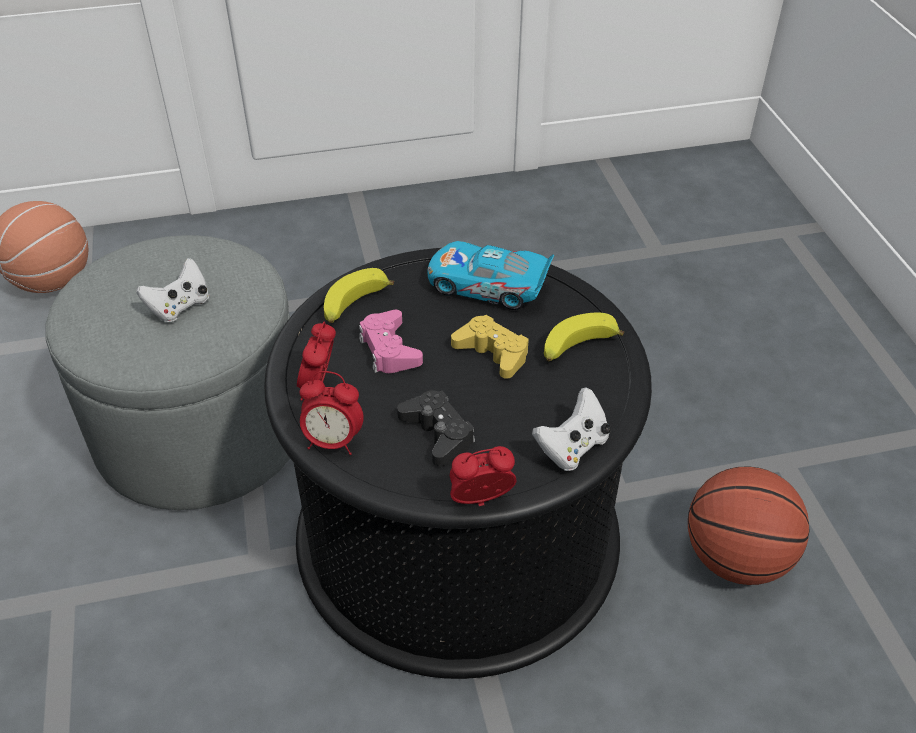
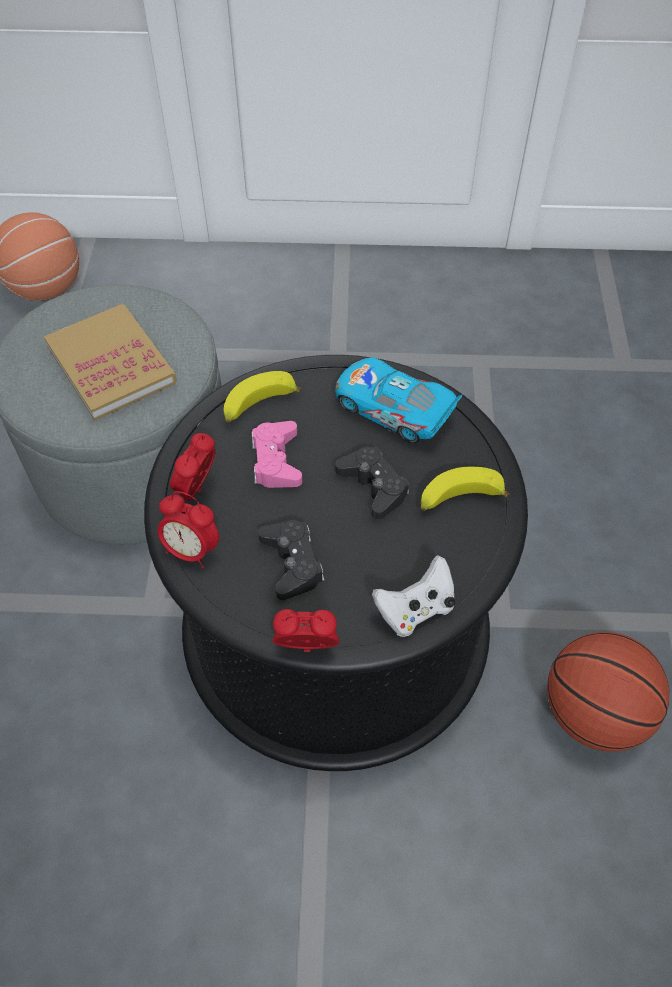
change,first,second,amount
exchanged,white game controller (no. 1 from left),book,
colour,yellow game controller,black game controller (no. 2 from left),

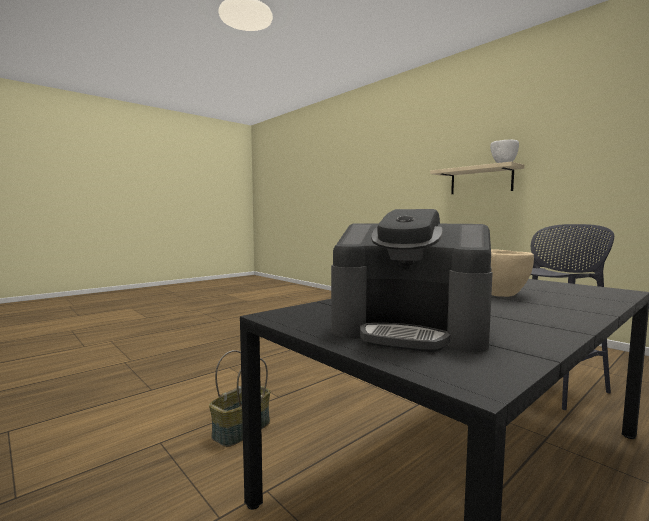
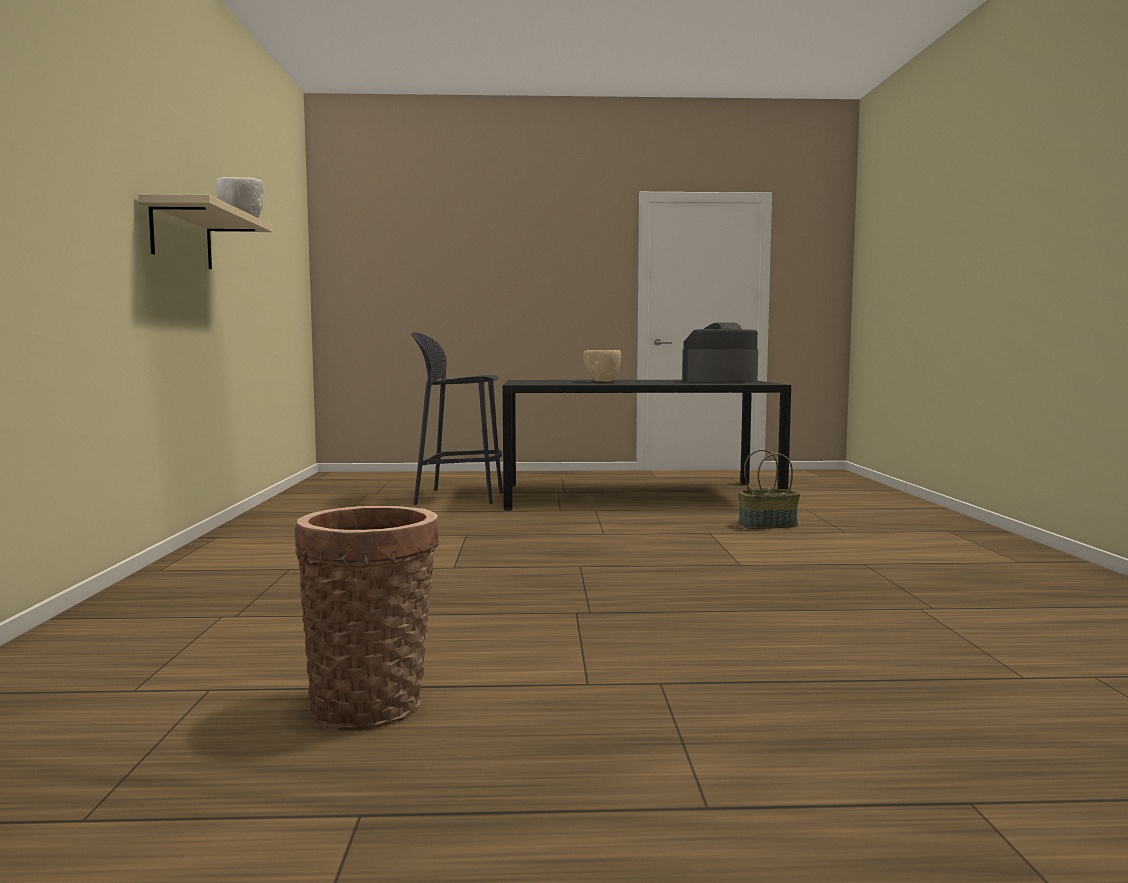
change,first,second,amount
spun,coffee machine,,75 degrees counterclockwise
appeared,,basket (no. 1 from left),

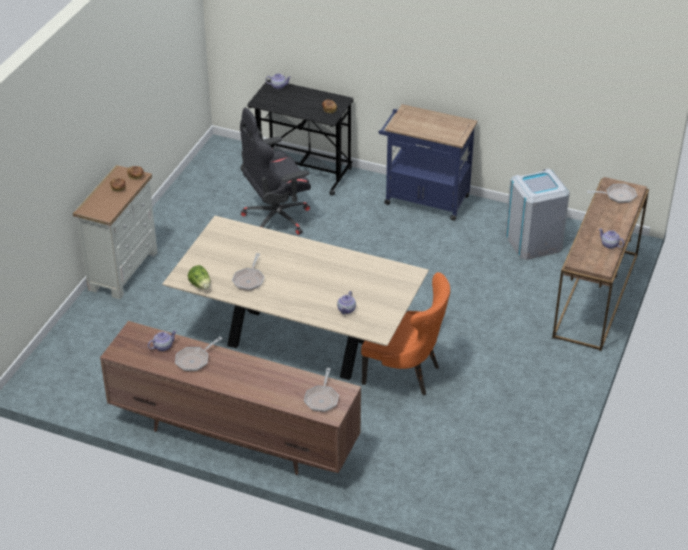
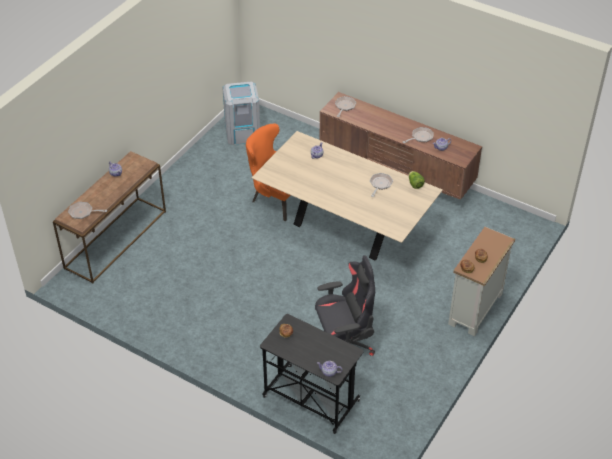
change,first,second,amount
missing,blue cart,,
relocated,grey trash can,,

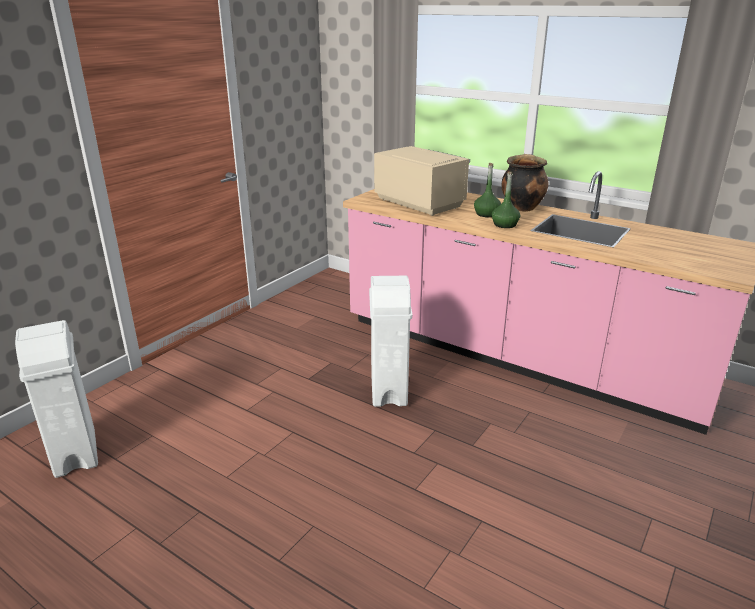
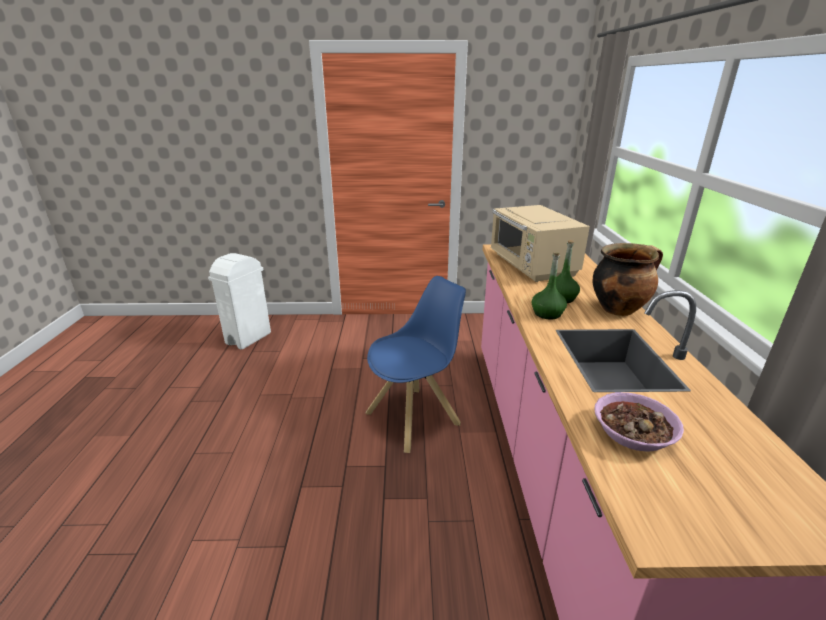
change,first,second,amount
exchanged,white trash can (no. 2 from left),blue chair,
spun,beige microwave,,150 degrees clockwise
appeared,,bowl,

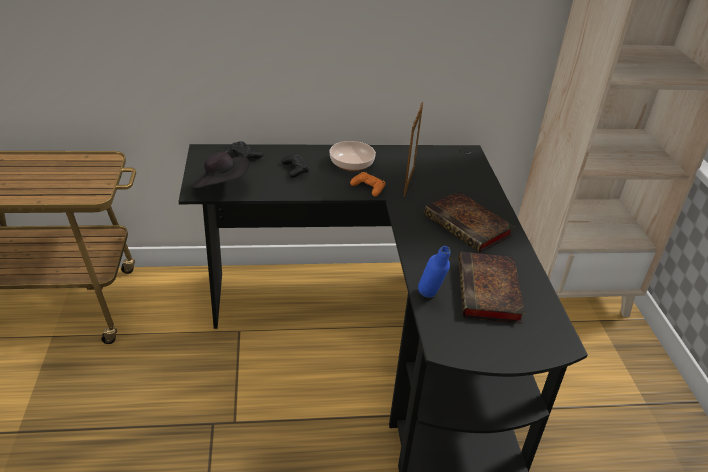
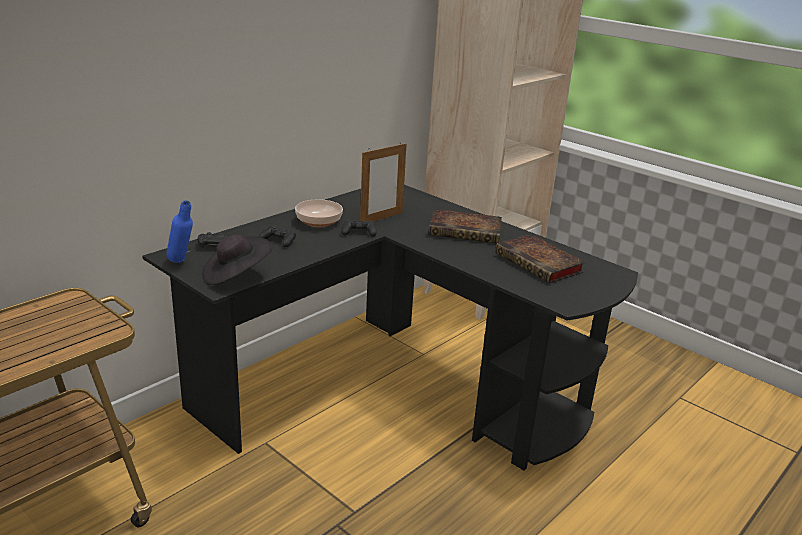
change,first,second,amount
colour,orange game controller,black game controller (no. 3 from left),
spun,picture frame,,75 degrees clockwise
relocated,blue bottle,,

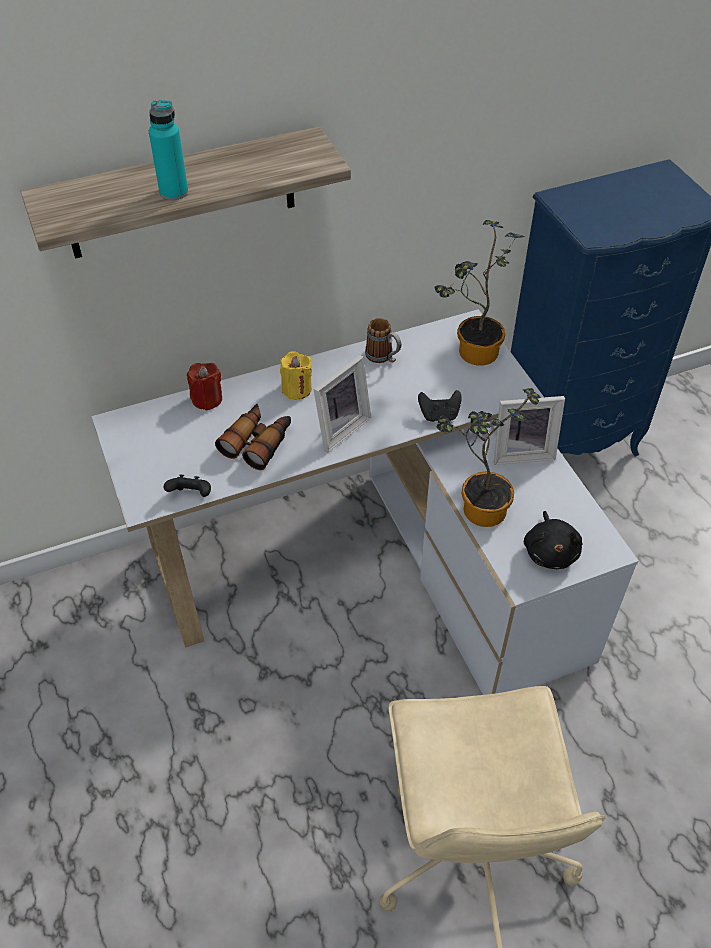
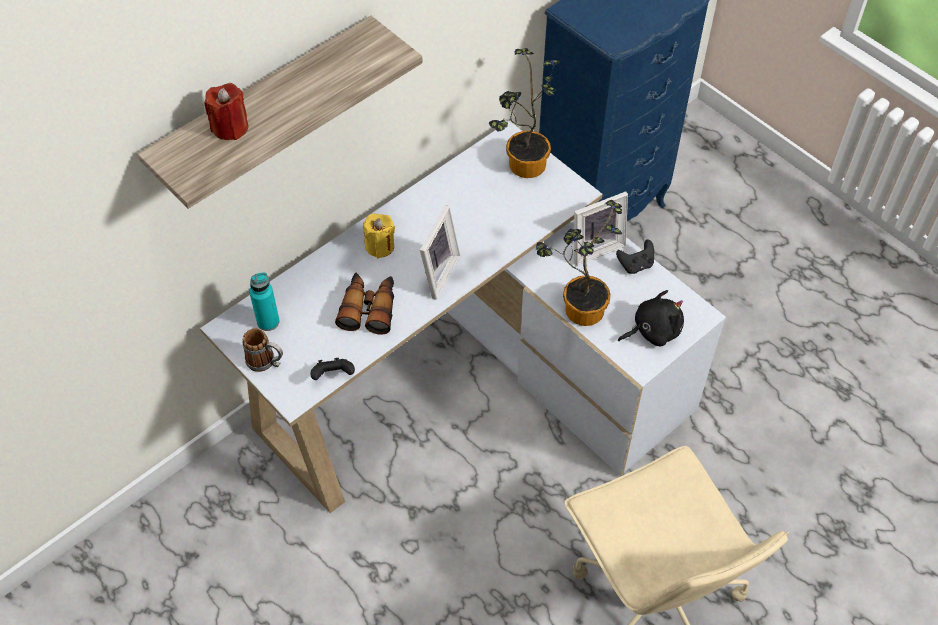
change,first,second,amount
relocated,turquoise bottle,,
relocated,red candle,,
relocated,mug,,
relocated,black game controller (no. 2 from left),,
spun,black plush toy,,90 degrees counterclockwise

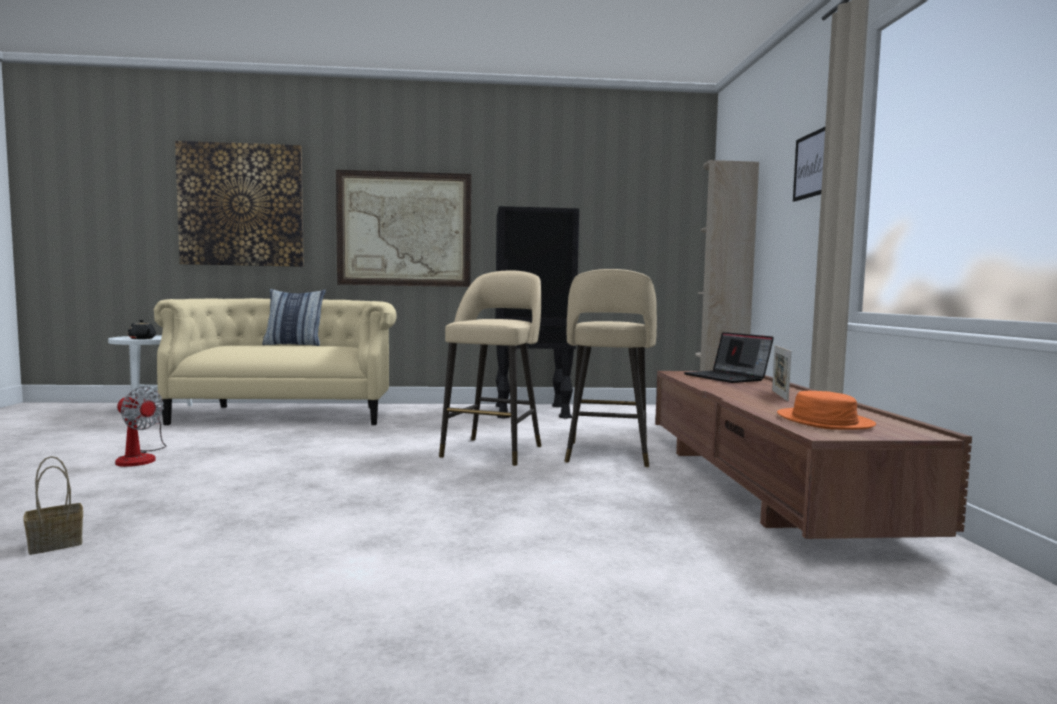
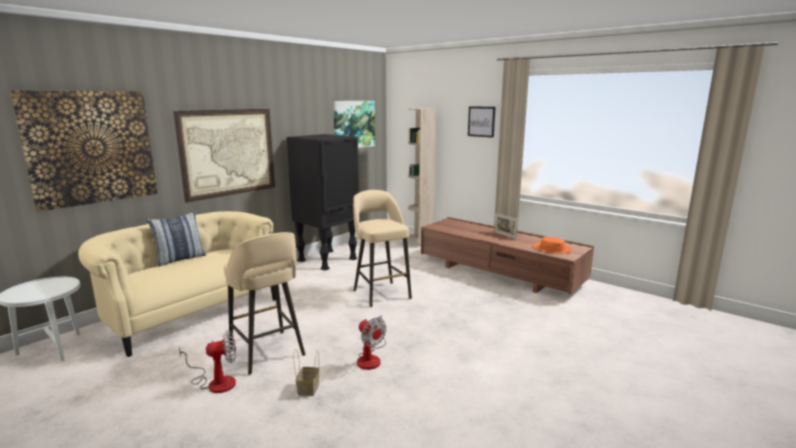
change,first,second,amount
relocated,basket,,
missing,black teapot,,
relocated,beige stool (no. 2 from left in the first image),beige stool (no. 1 from left),
missing,laptop,,
appeared,,picture (no. 3 from left),
appeared,,fan (no. 2 from left),

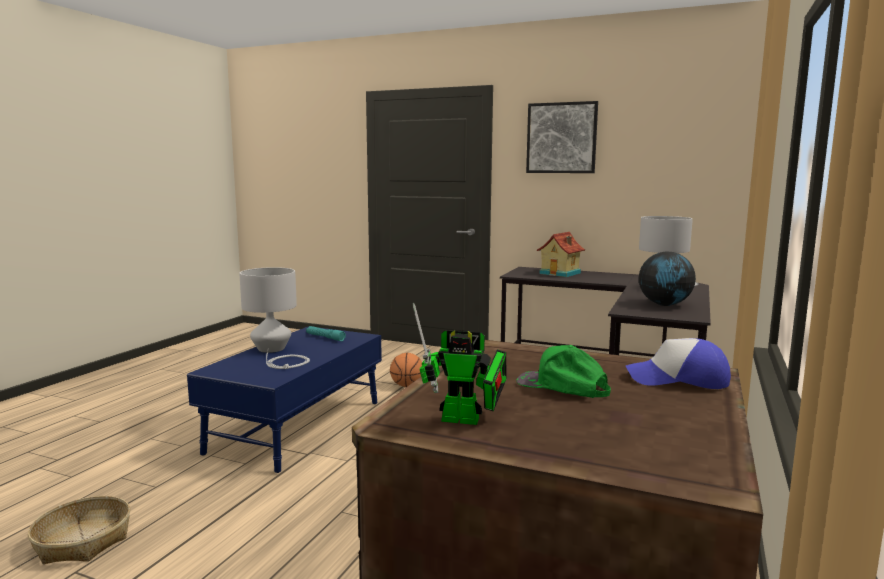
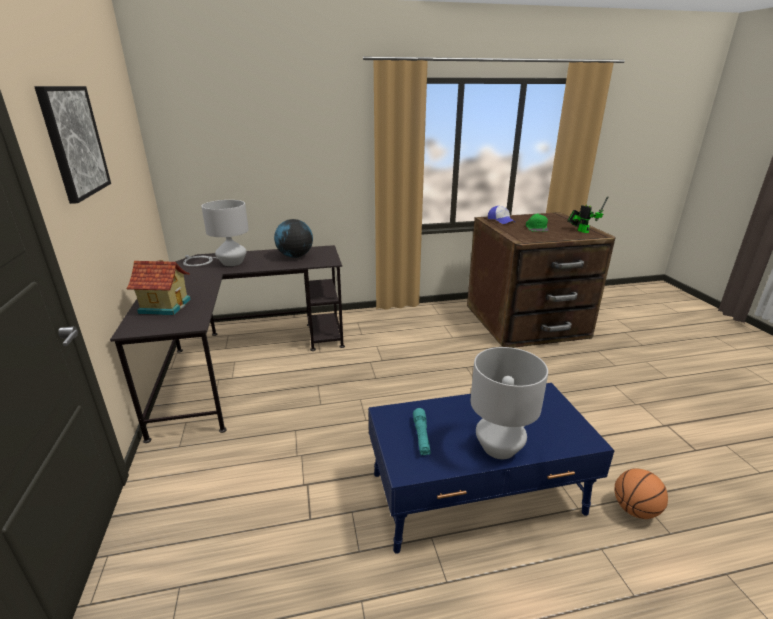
change,first,second,amount
missing,basket,,
relocated,basketball,,

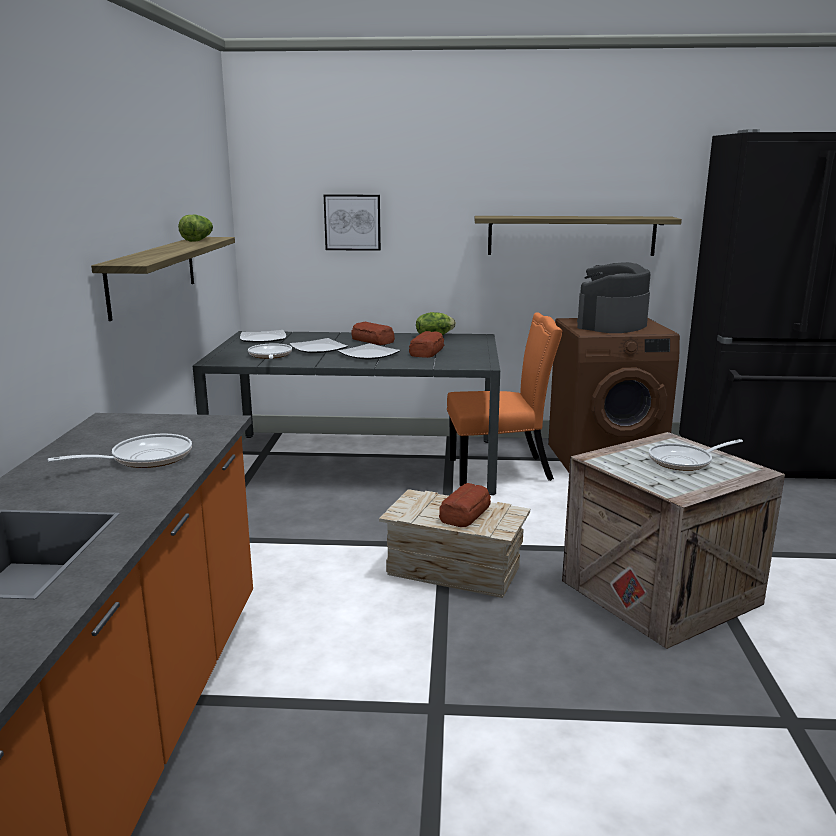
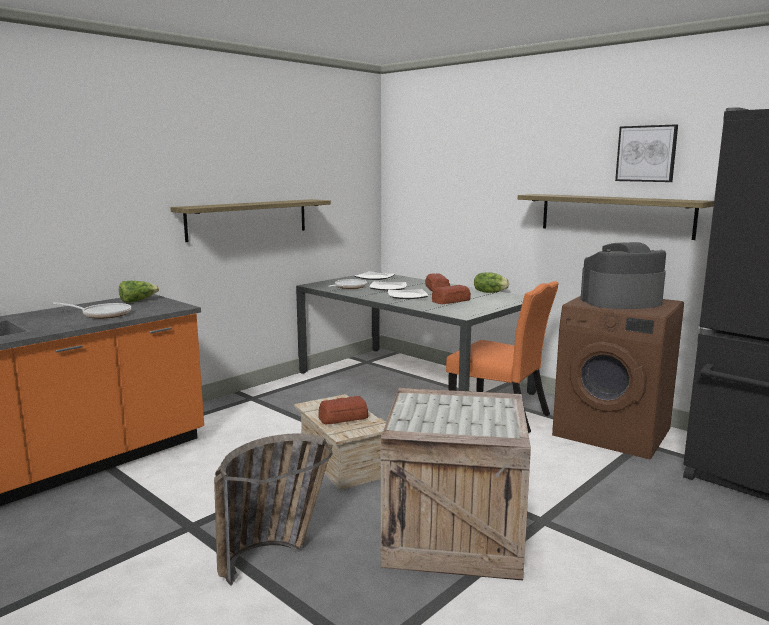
change,first,second,amount
relocated,lettuce (no. 1 from left),,
relocated,picture,,
missing,frying pan (no. 3 from left),,
appeared,,basket,

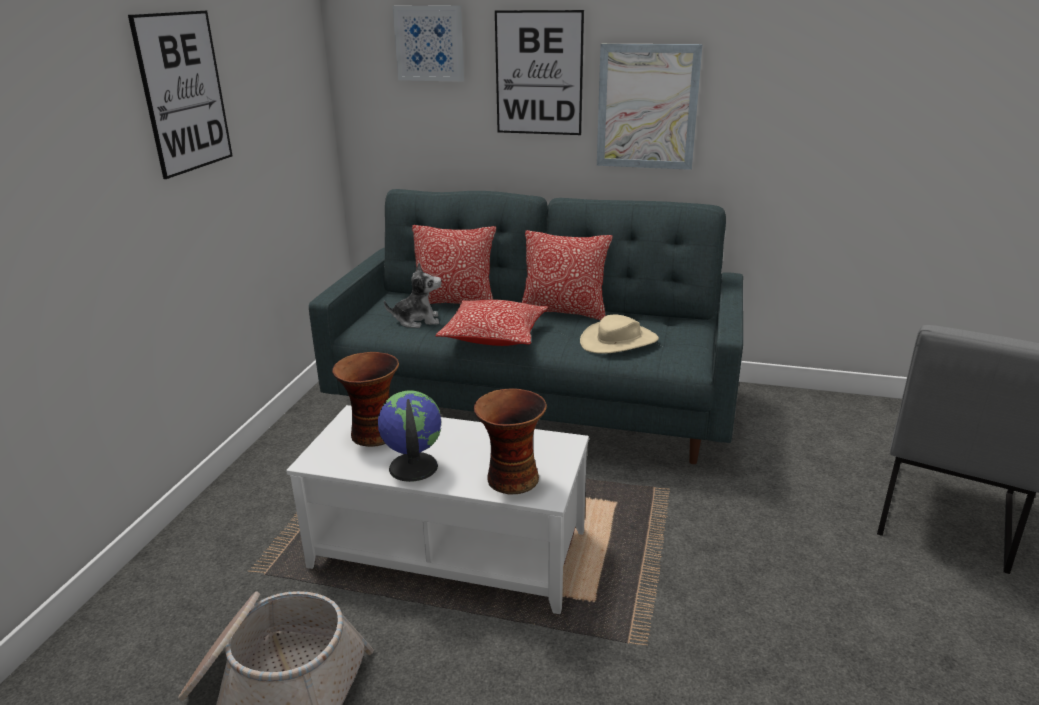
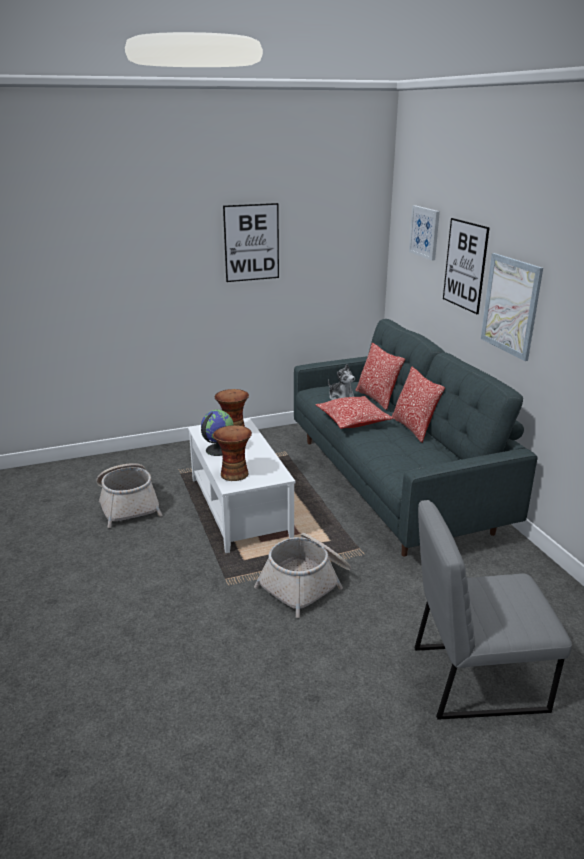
change,first,second,amount
missing,beige hat,,
appeared,,basket (no. 2 from left),

